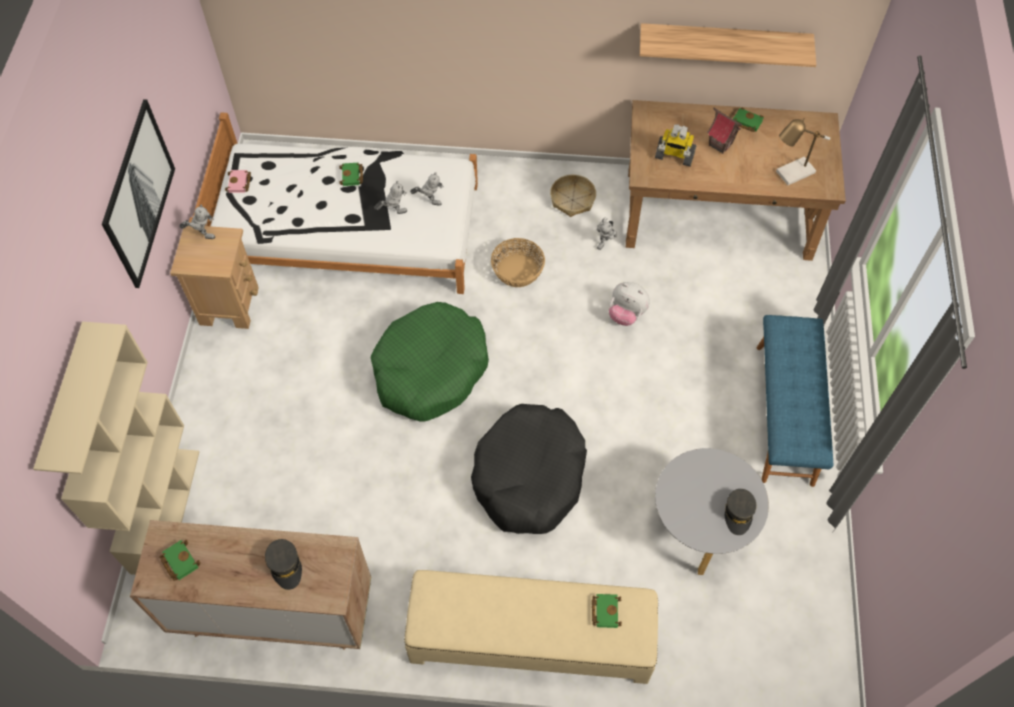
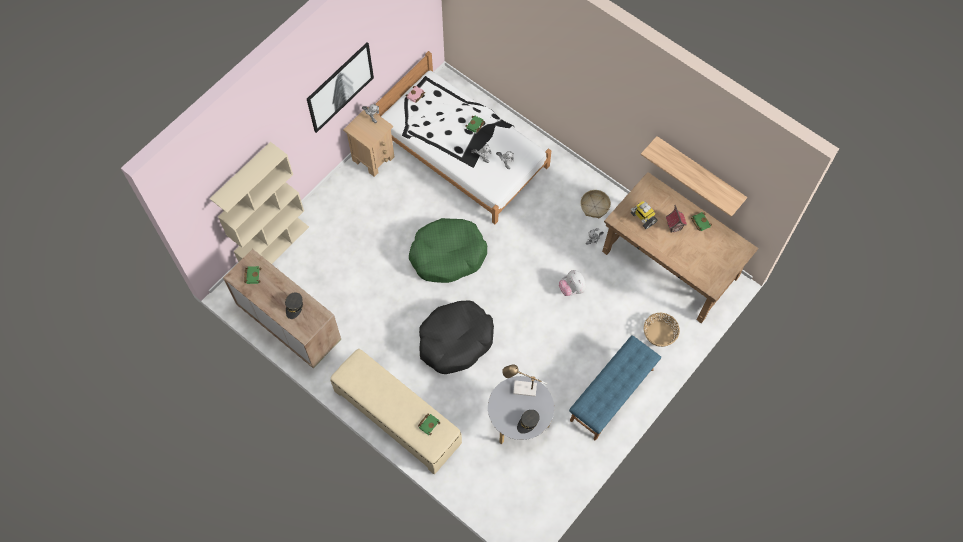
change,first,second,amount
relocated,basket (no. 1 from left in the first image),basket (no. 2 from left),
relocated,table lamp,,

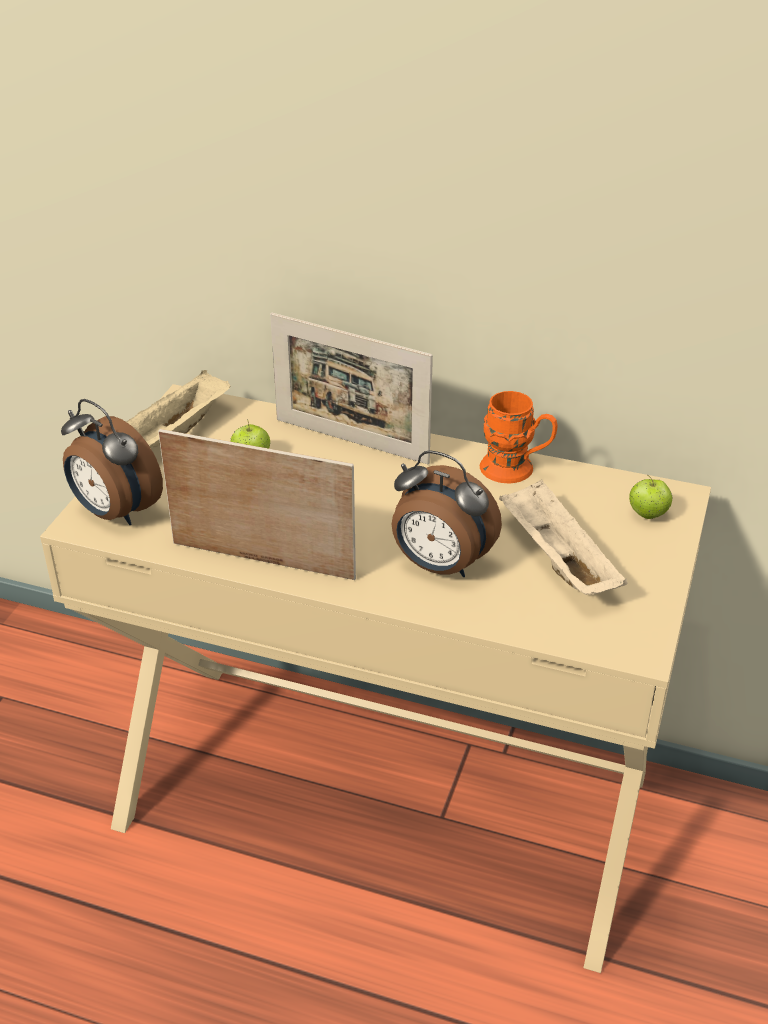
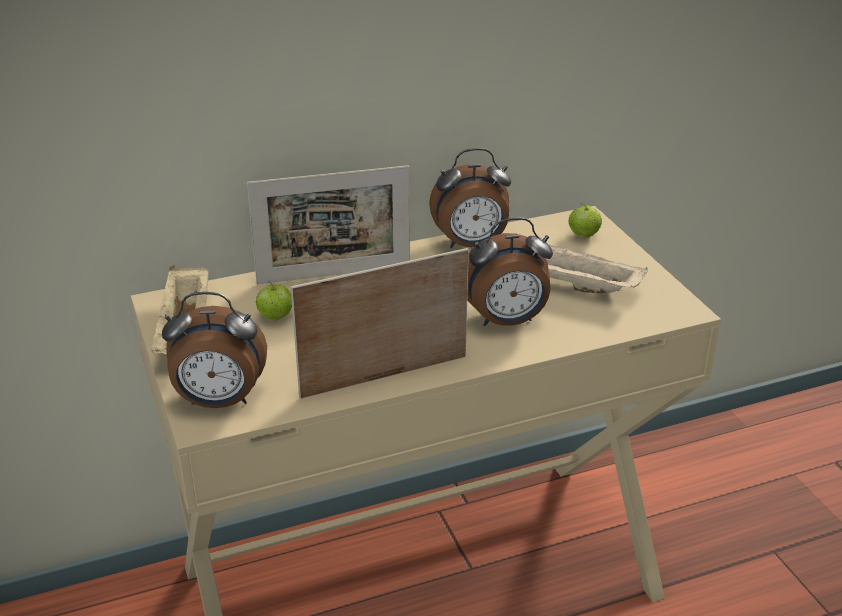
change,first,second,amount
exchanged,orange mug,alarm clock (no. 2 from left),

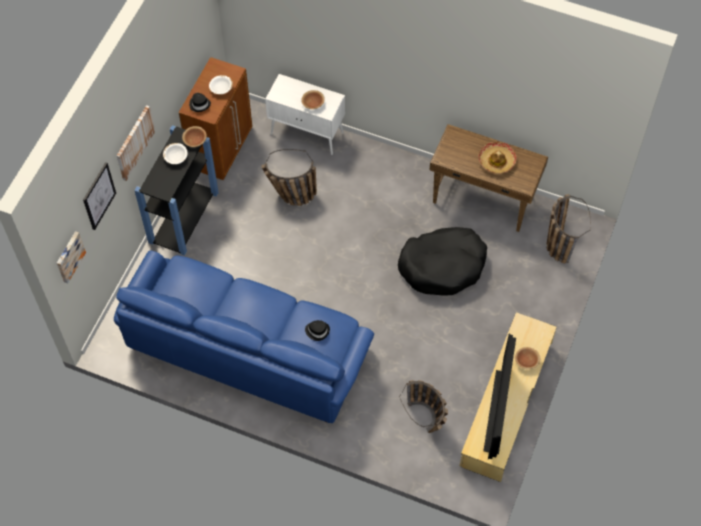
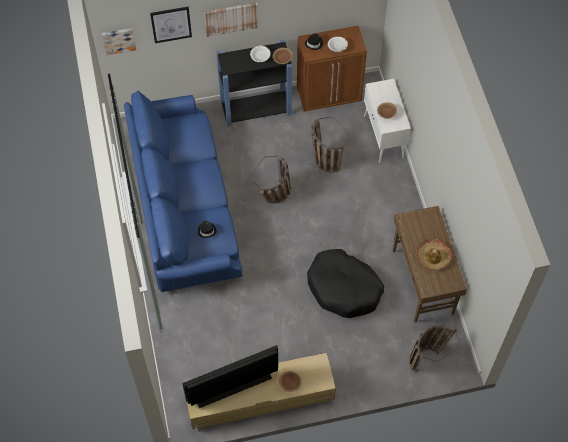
change,first,second,amount
relocated,basket (no. 2 from left in the first image),basket (no. 1 from left),

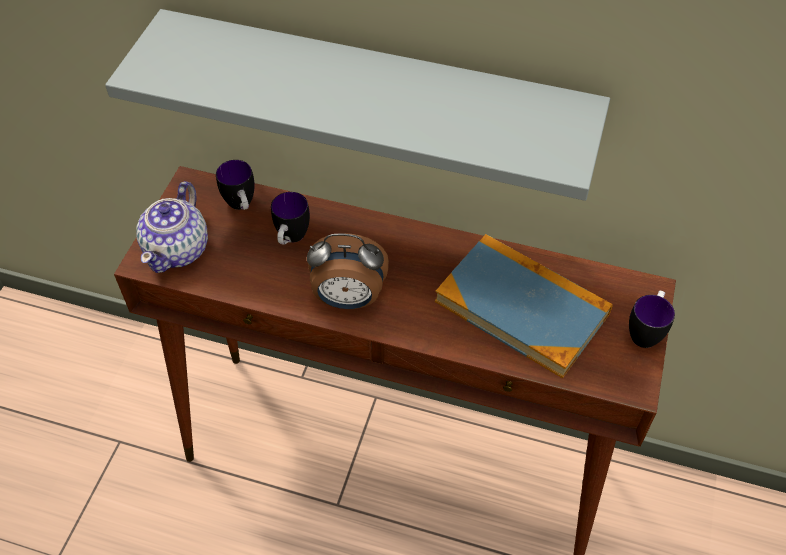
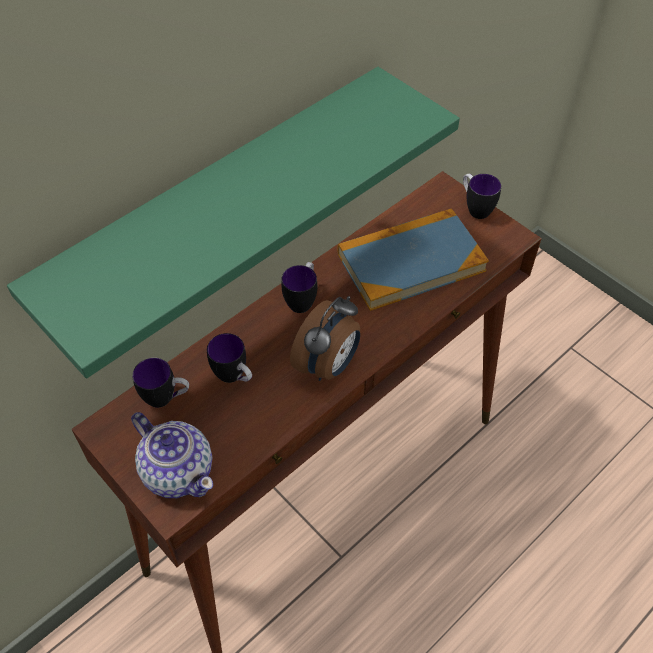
change,first,second,amount
colour,grey shelf,green shelf,
appeared,,mug (no. 3 from left),

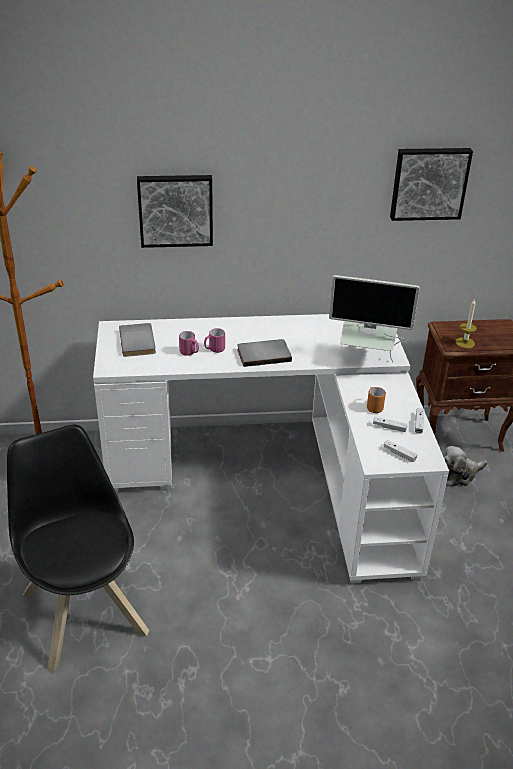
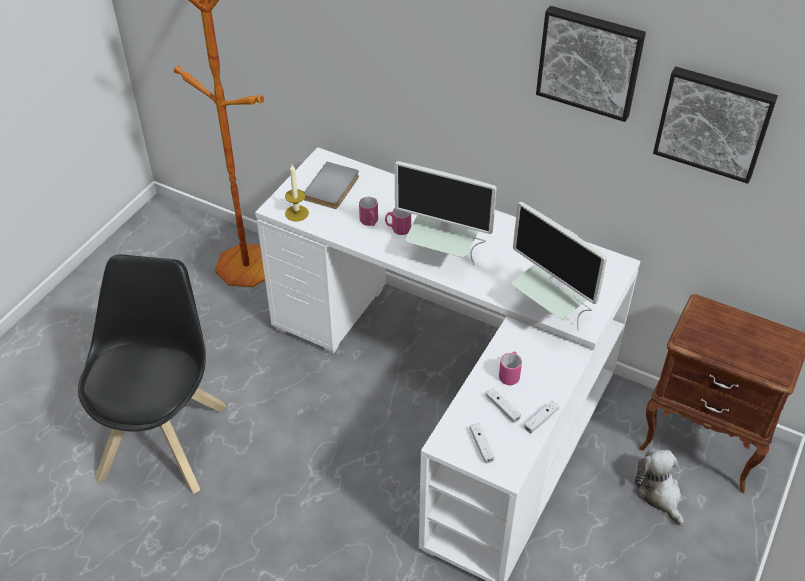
change,first,second,amount
relocated,picture (no. 1 from left),,
exchanged,grey book (no. 2 from left),monitor (no. 1 from left),
colour,orange mug,pink mug (no. 3 from left),
spun,plush toy,,60 degrees clockwise
relocated,candle,,

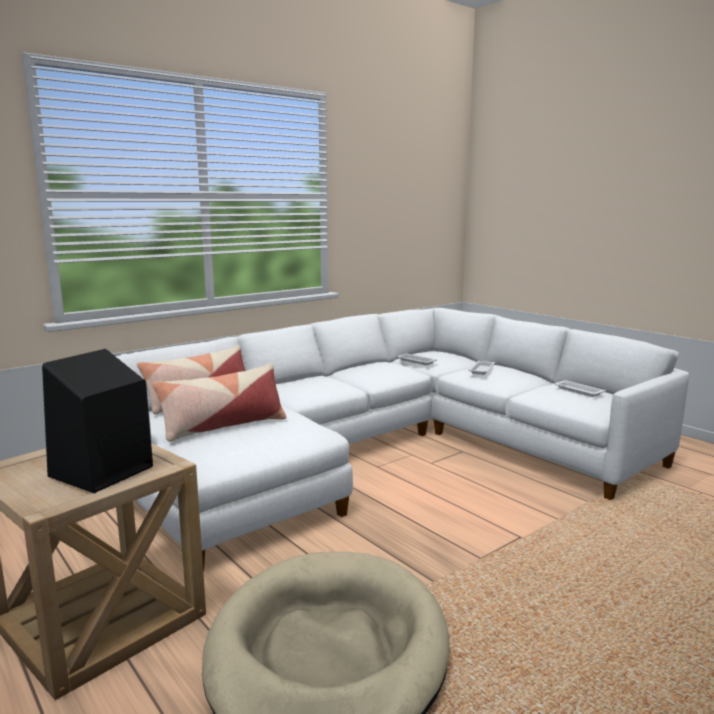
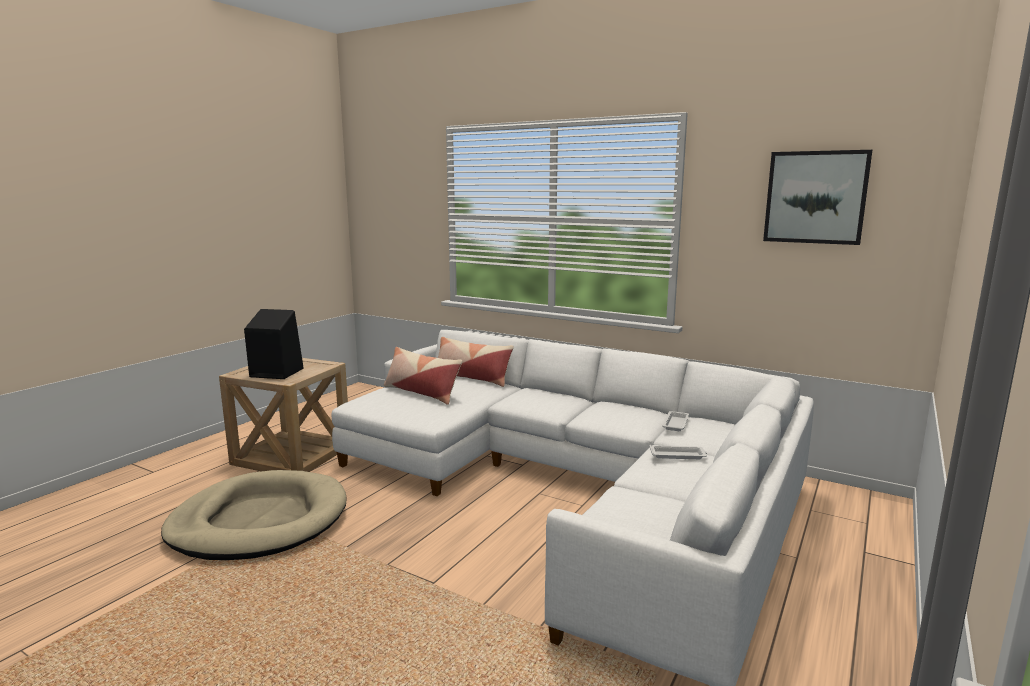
change,first,second,amount
missing,white tray (no. 3 from left),,
appeared,,picture,

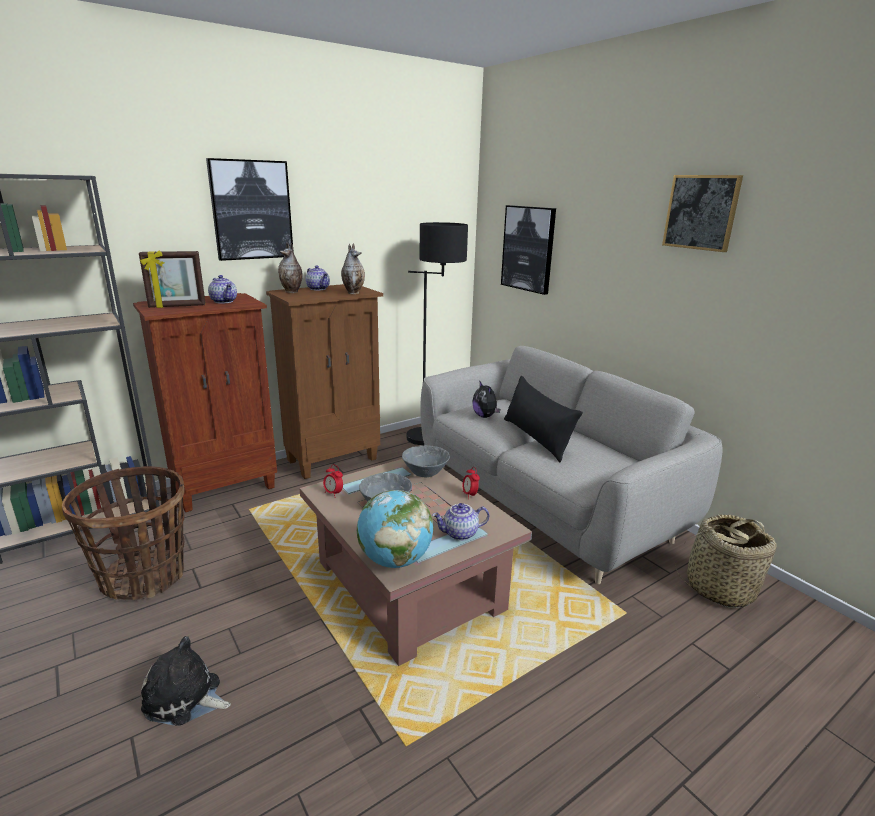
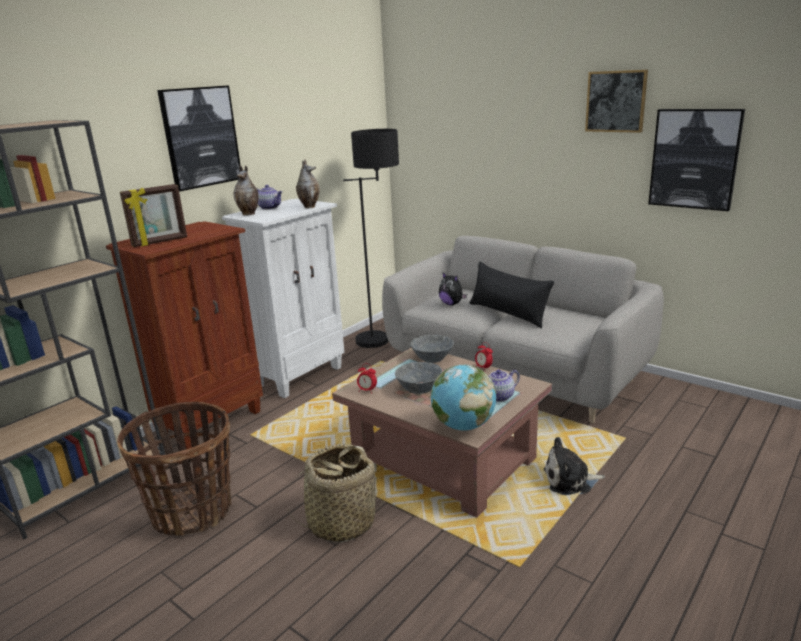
change,first,second,amount
relocated,plush toy (no. 1 from left in the first image),plush toy (no. 2 from left),
missing,teapot (no. 1 from left),,
colour,brown cabinet (no. 2 from left),white cabinet,
relocated,picture (no. 2 from left in the first image),picture (no. 3 from left),
relocated,basket (no. 2 from left),,

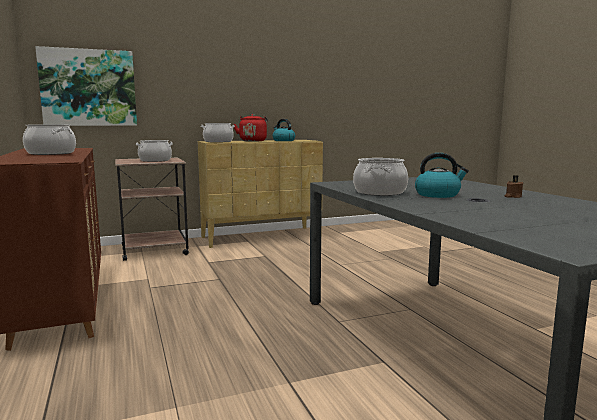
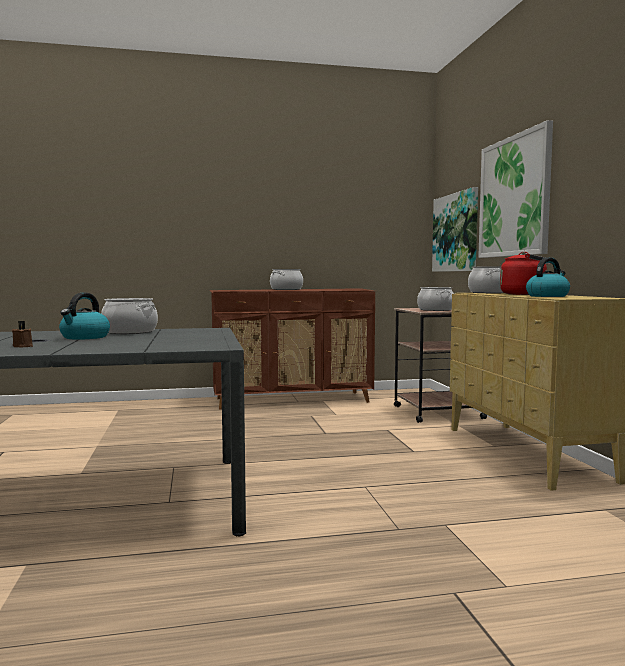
change,first,second,amount
appeared,,picture (no. 2 from left),

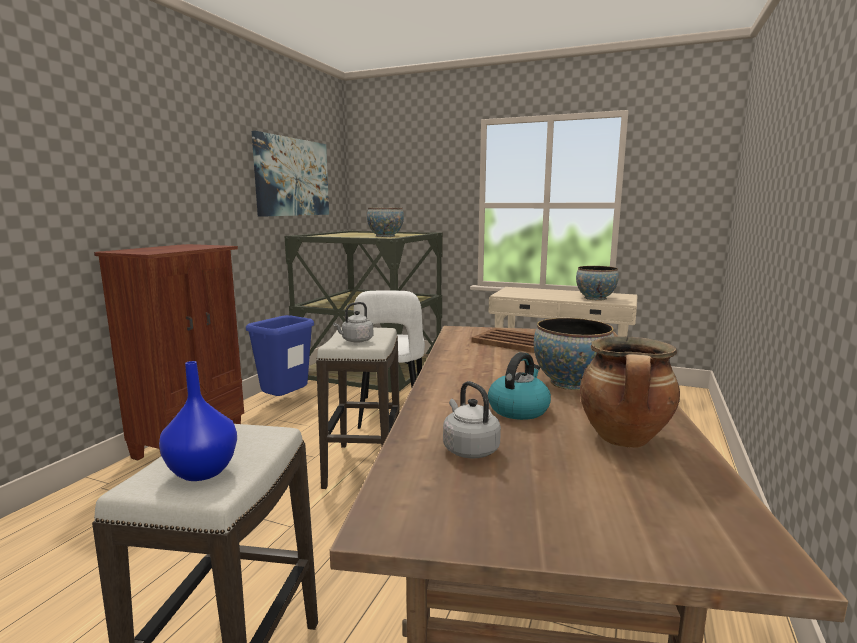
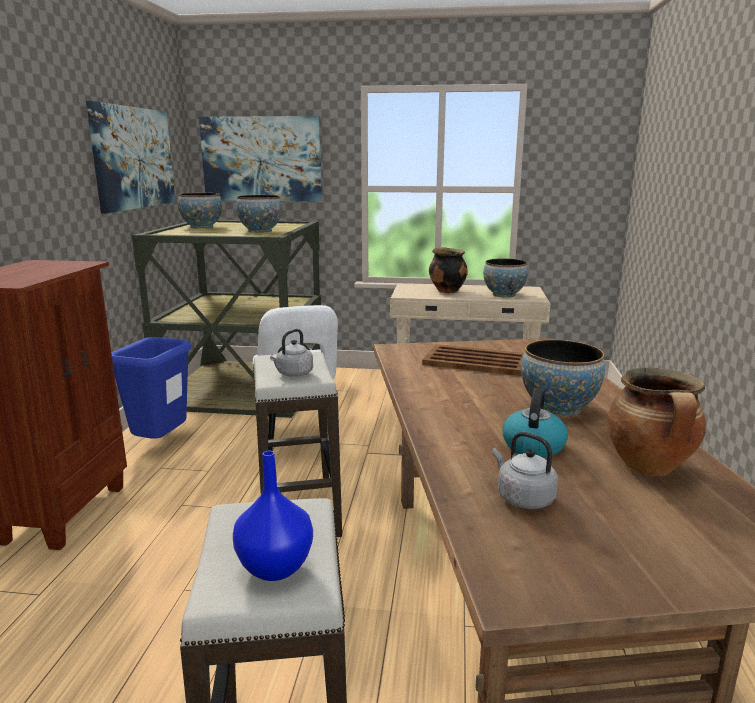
change,first,second,amount
appeared,,bowl (no. 1 from left),
appeared,,picture (no. 2 from left),
appeared,,cooking pot (no. 1 from left),

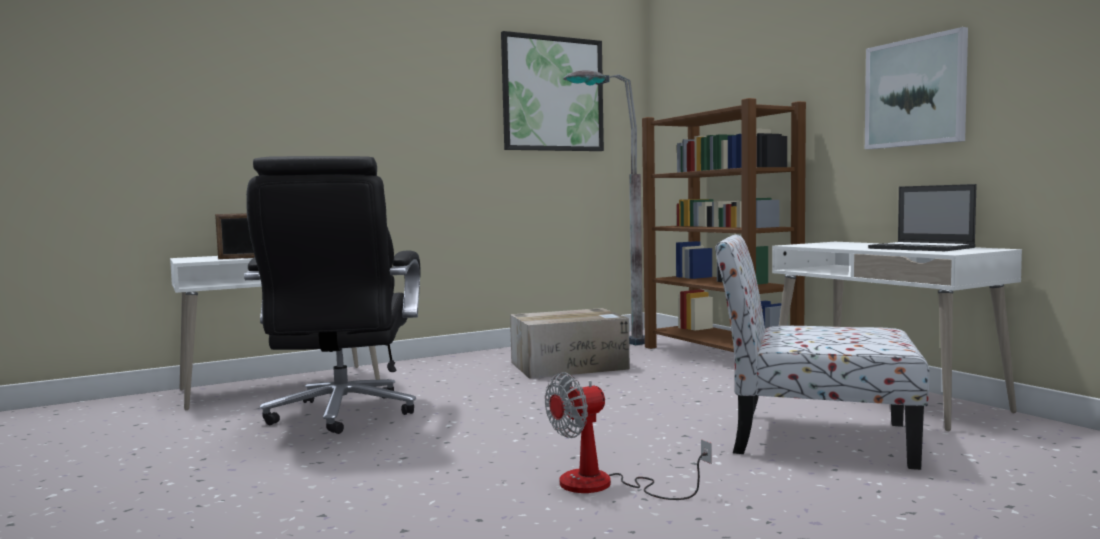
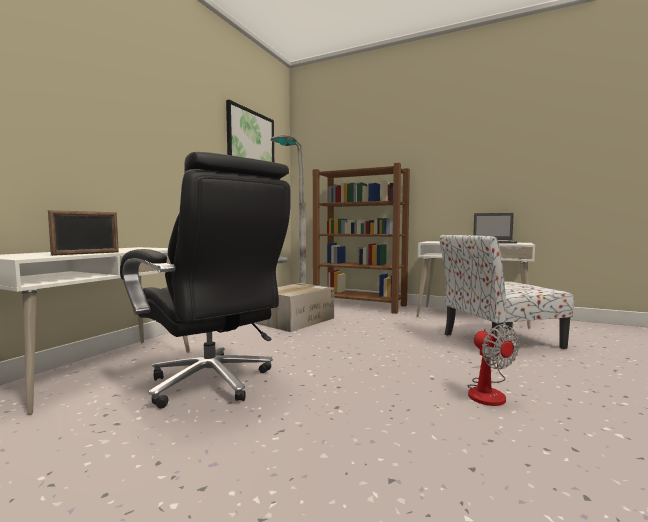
change,first,second,amount
spun,fan,,45 degrees counterclockwise
missing,picture (no. 2 from left),,

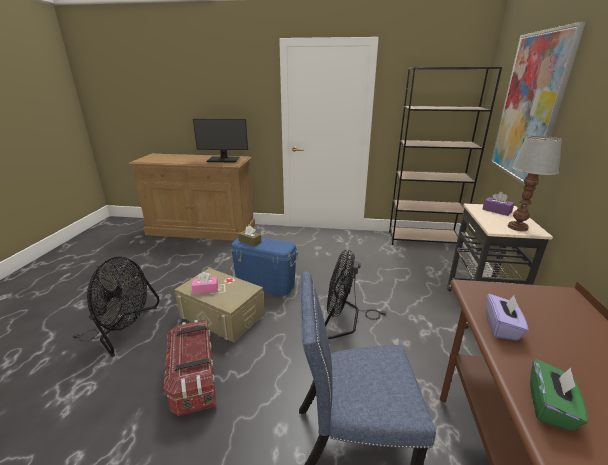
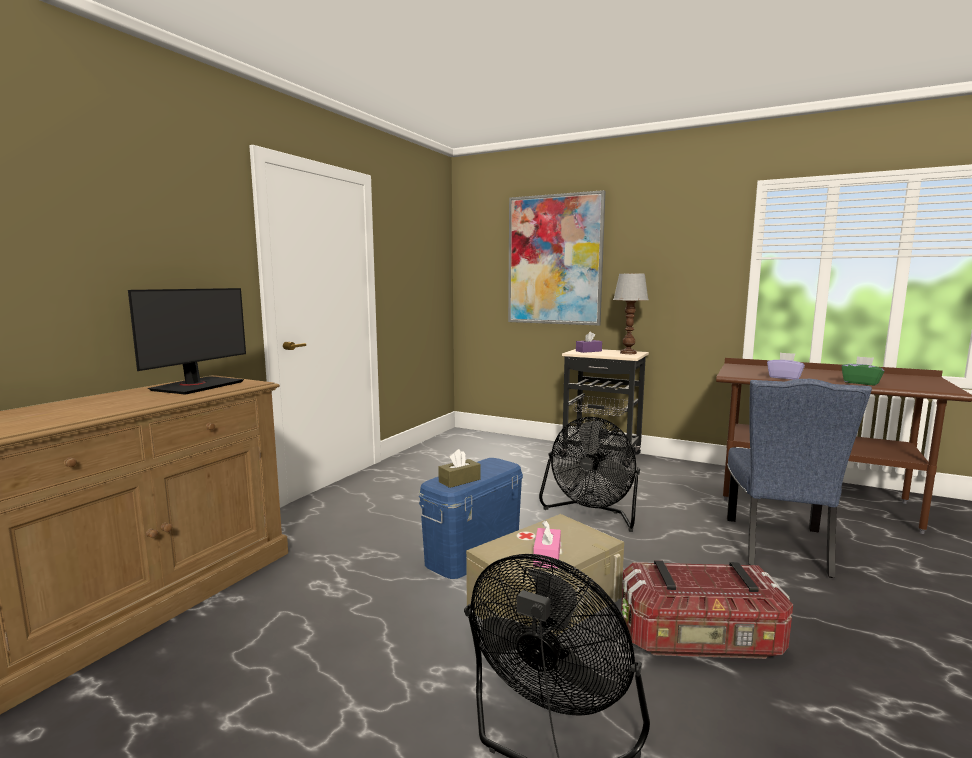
change,first,second,amount
missing,beige bookcase,,

